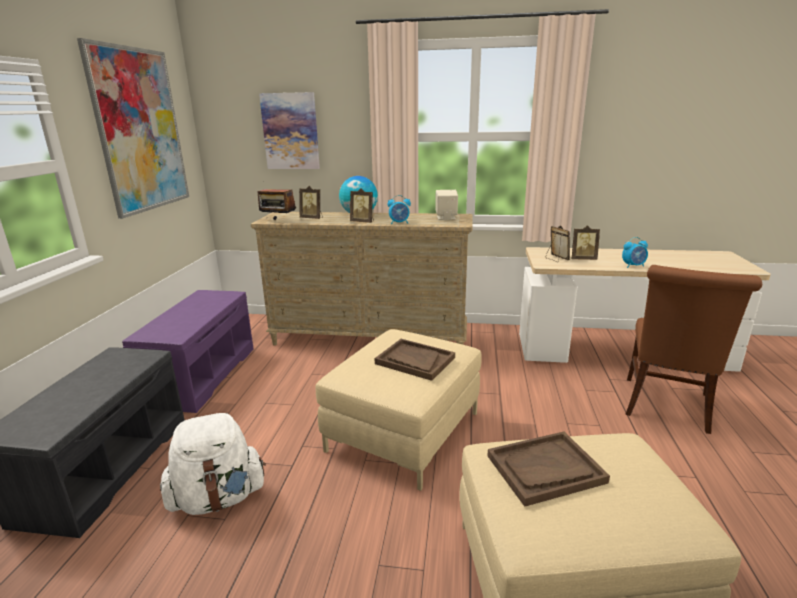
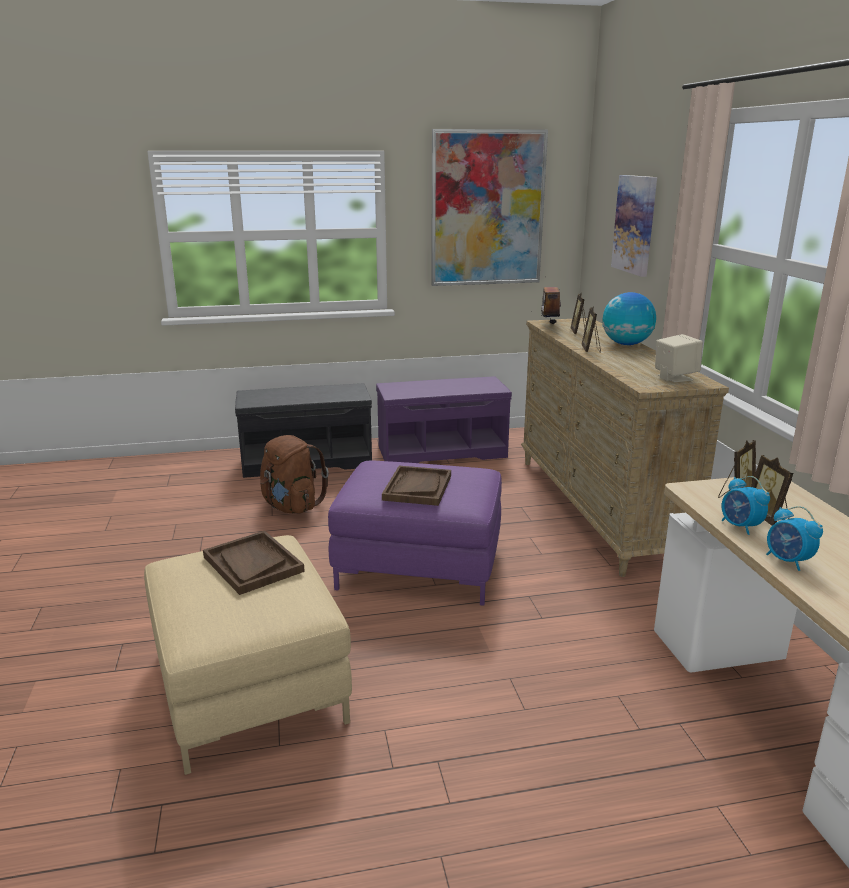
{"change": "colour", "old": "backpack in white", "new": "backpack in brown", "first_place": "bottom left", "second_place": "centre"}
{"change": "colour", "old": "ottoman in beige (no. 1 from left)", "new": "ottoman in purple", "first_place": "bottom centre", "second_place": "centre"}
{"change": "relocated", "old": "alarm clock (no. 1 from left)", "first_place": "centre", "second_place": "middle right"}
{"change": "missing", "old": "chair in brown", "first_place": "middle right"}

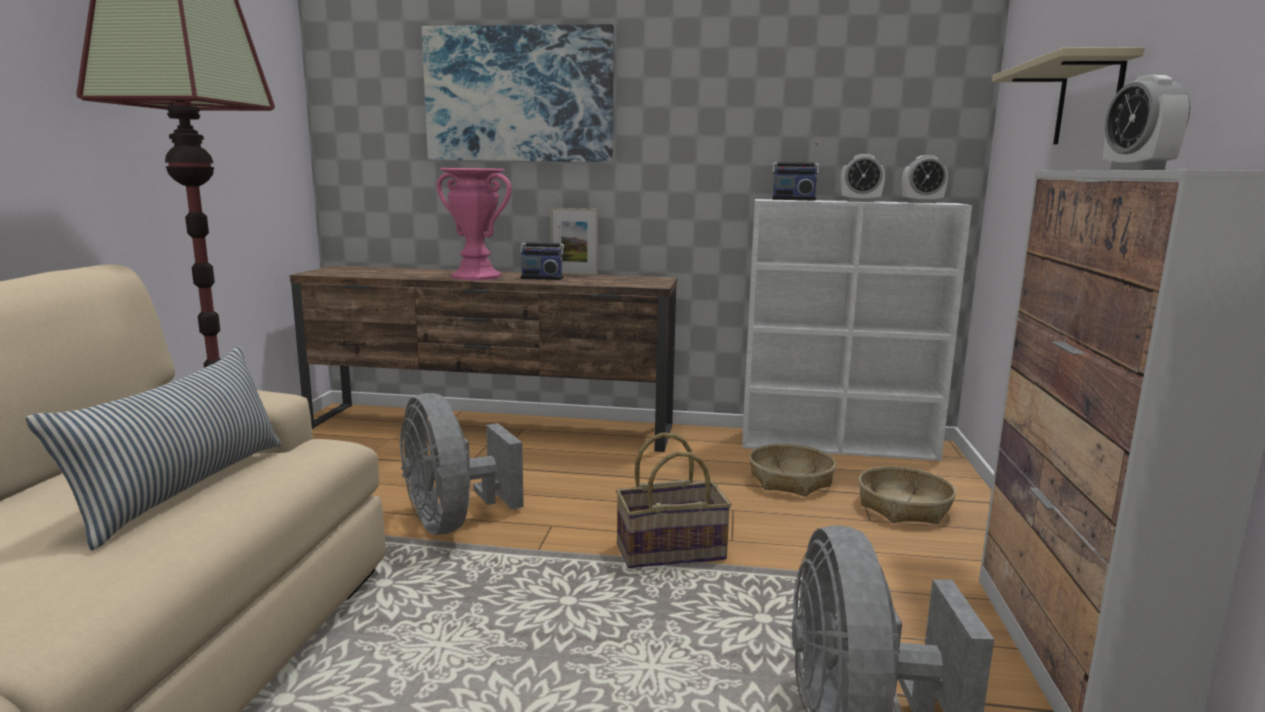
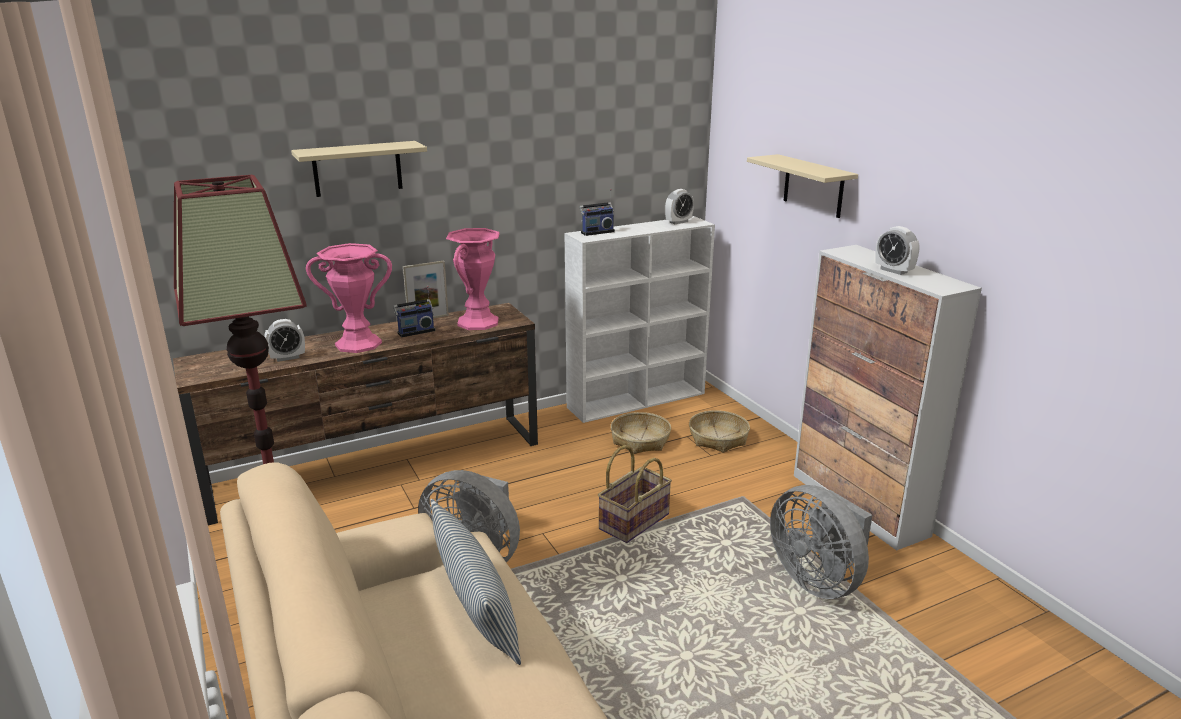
{"change": "exchanged", "old": "picture", "new": "shelf in beige (no. 1 from left)", "first_place": "top centre", "second_place": "top left"}
{"change": "relocated", "old": "alarm clock (no. 1 from left)", "first_place": "top right", "second_place": "middle left"}
{"change": "appeared", "new": "vase in pink (no. 2 from left)", "second_place": "centre"}

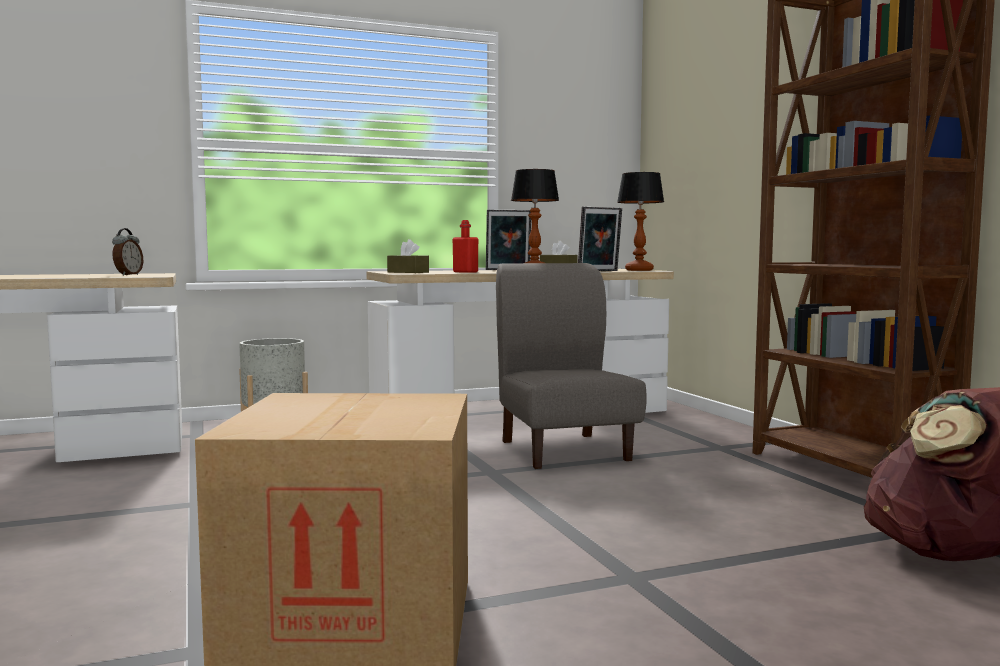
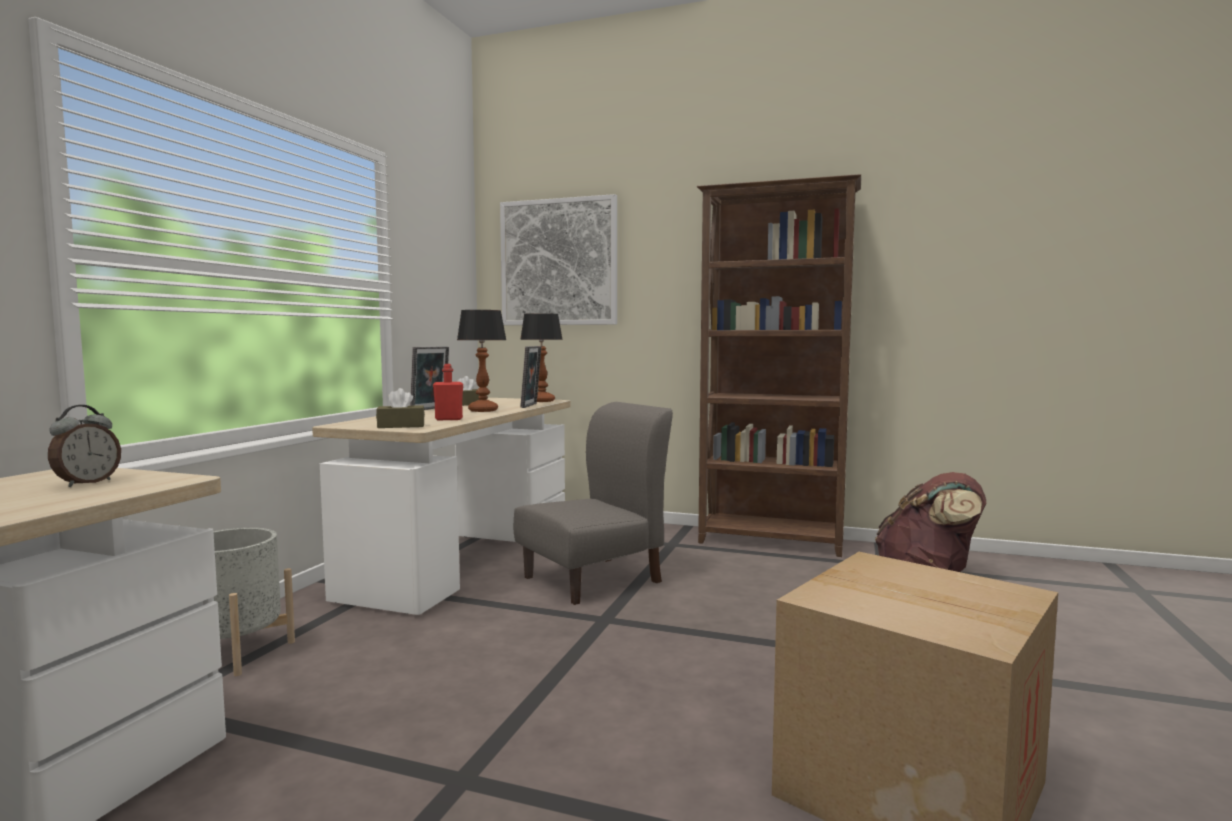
{"change": "spun", "old": "alarm clock", "first_place": "middle left", "second_place": "middle left", "degrees": 60}
{"change": "spun", "old": "chair in grey", "first_place": "centre", "second_place": "centre", "degrees": 120}
{"change": "appeared", "new": "picture", "second_place": "top centre"}

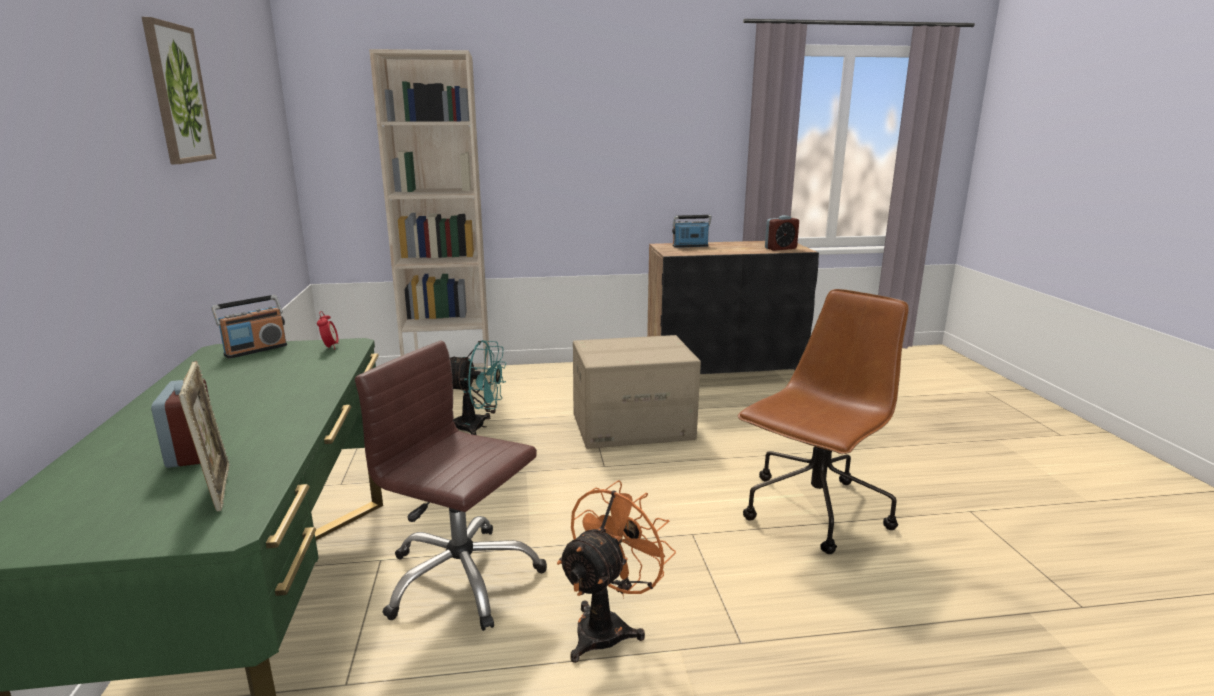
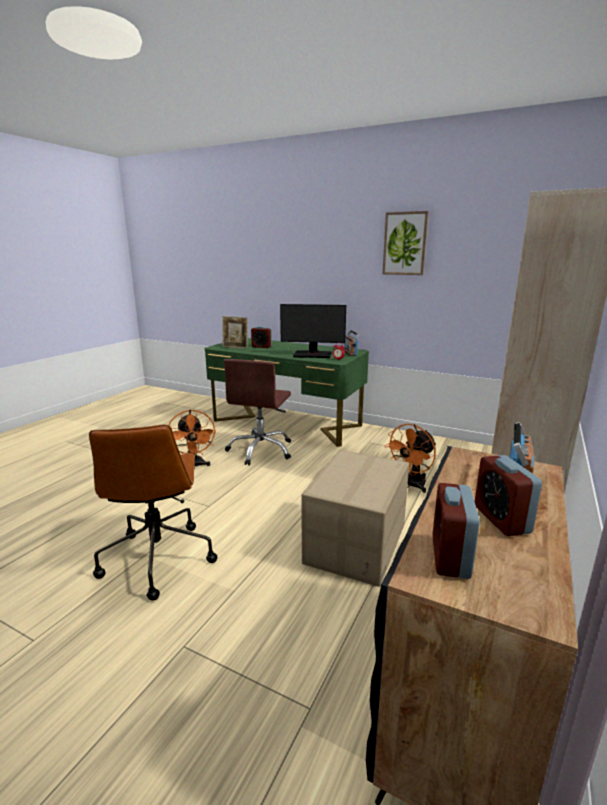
{"change": "spun", "old": "office chair in brown (no. 1 from left in the first image)", "first_place": "bottom centre", "second_place": "centre", "degrees": 135}
{"change": "colour", "old": "fan in turquoise", "new": "fan in orange (no. 2 from left)", "first_place": "centre", "second_place": "middle right"}
{"change": "appeared", "new": "monitor", "second_place": "centre"}
{"change": "appeared", "new": "alarm clock (no. 4 from left)", "second_place": "middle right"}

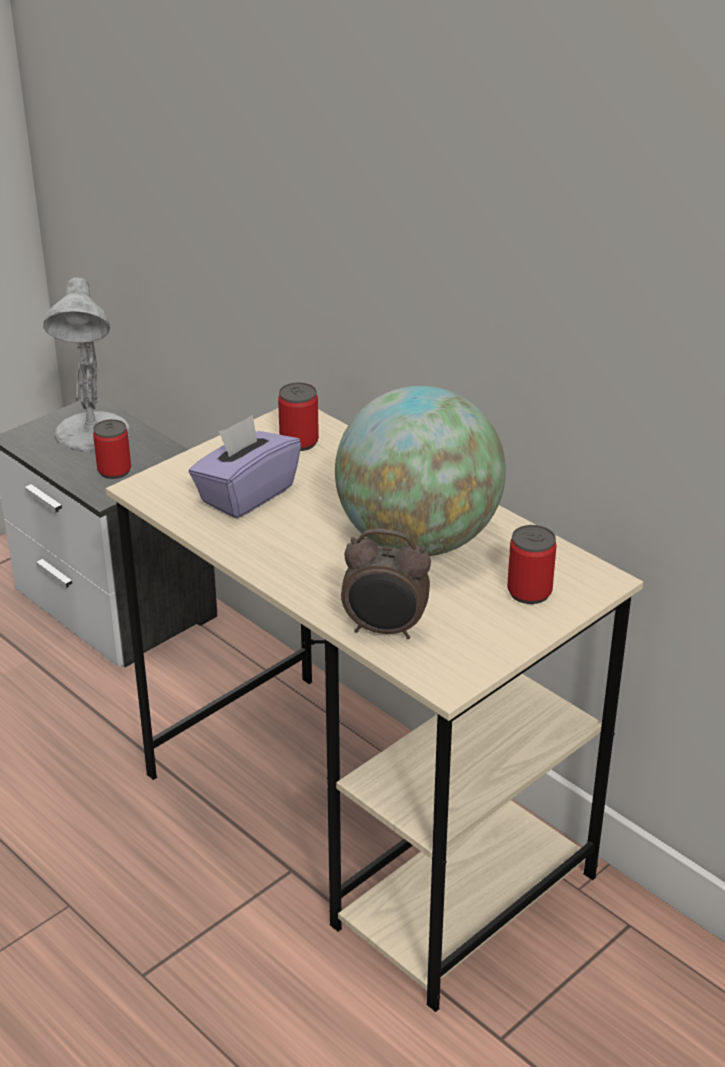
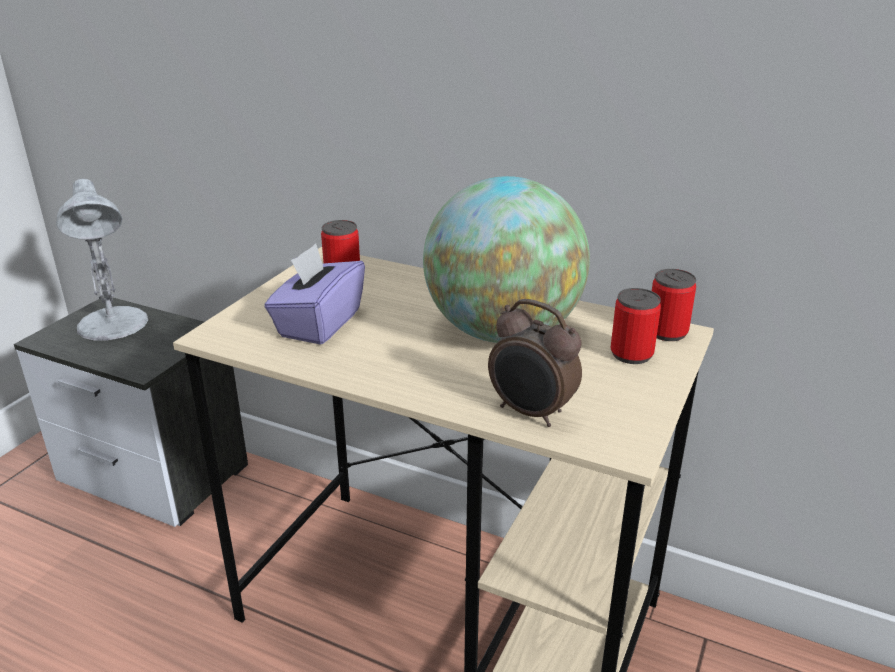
{"change": "relocated", "old": "can (no. 1 from left in the first image)", "new": "can (no. 3 from left)", "first_place": "middle left", "second_place": "middle right"}
{"change": "spun", "old": "alarm clock", "first_place": "centre", "second_place": "centre", "degrees": 45}

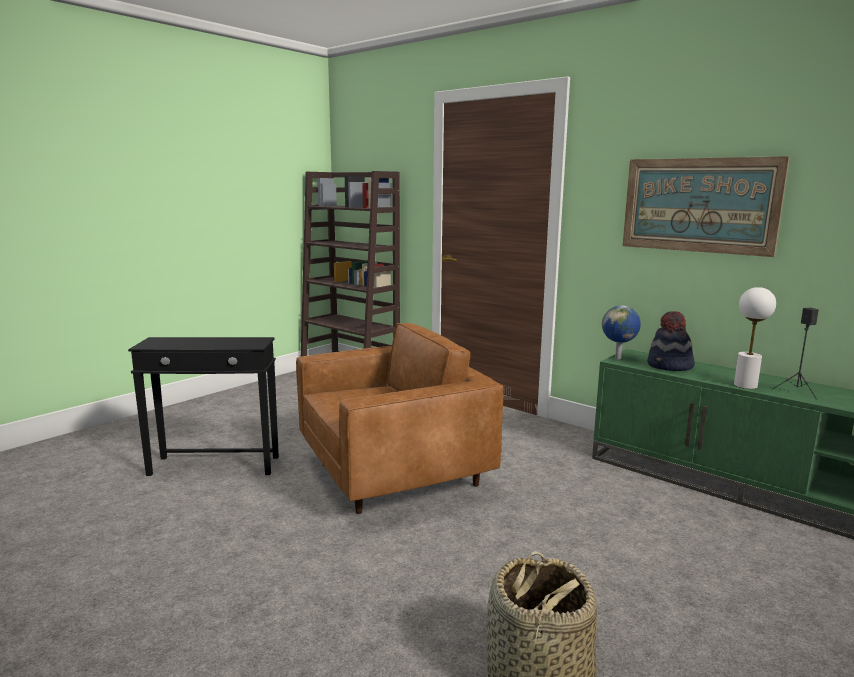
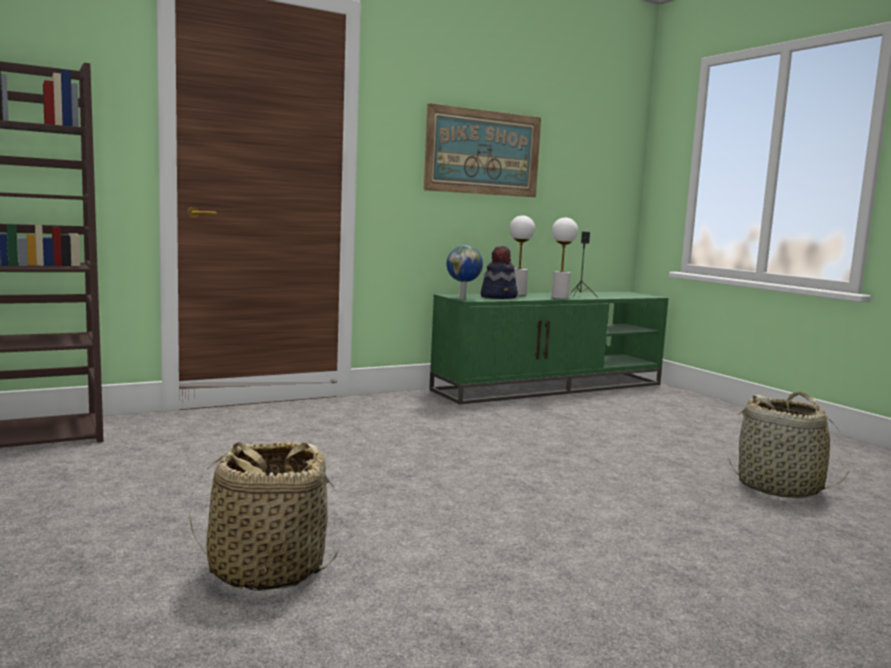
{"change": "exchanged", "old": "side table in black", "new": "basket (no. 1 from left)", "first_place": "middle left", "second_place": "bottom left"}
{"change": "missing", "old": "armchair in brown", "first_place": "centre"}
{"change": "appeared", "new": "table lamp in white (no. 1 from left)", "second_place": "centre"}

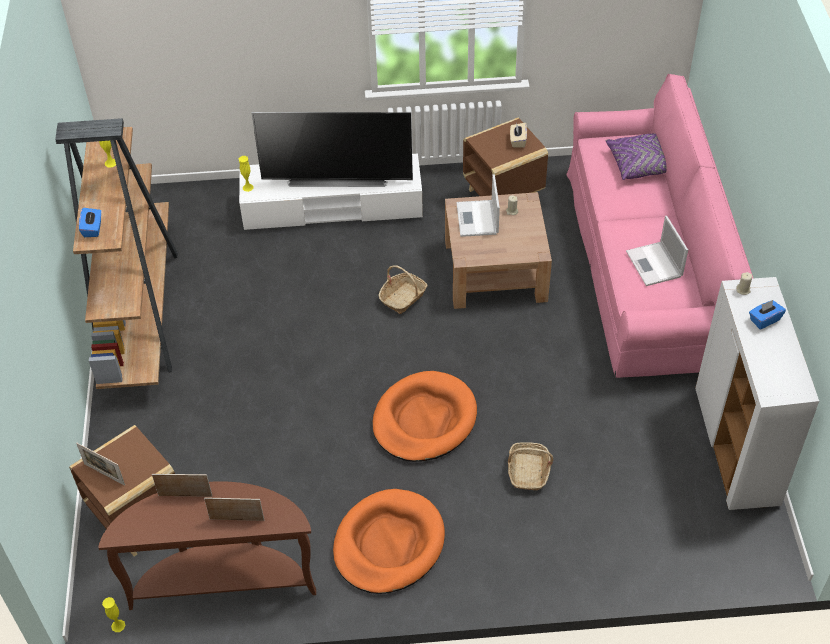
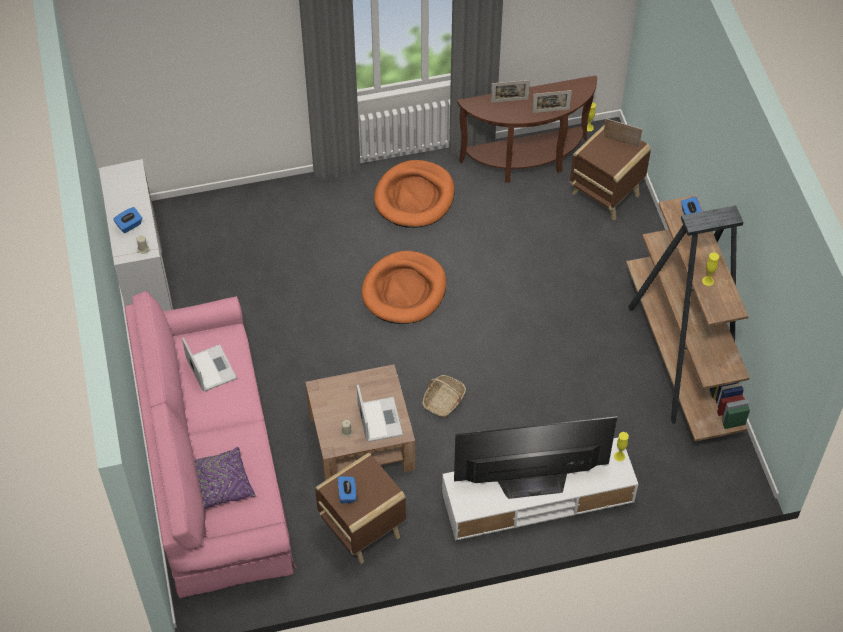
{"change": "missing", "old": "basket (no. 2 from left)", "first_place": "bottom centre"}
{"change": "colour", "old": "tissue box in beige", "new": "tissue box in blue (no. 2 from left)", "first_place": "top centre", "second_place": "bottom centre"}

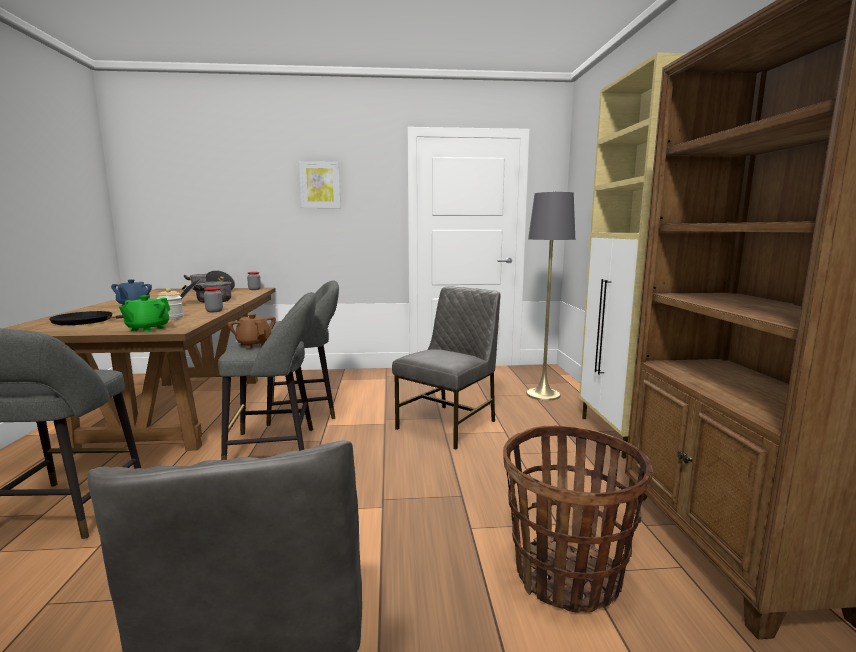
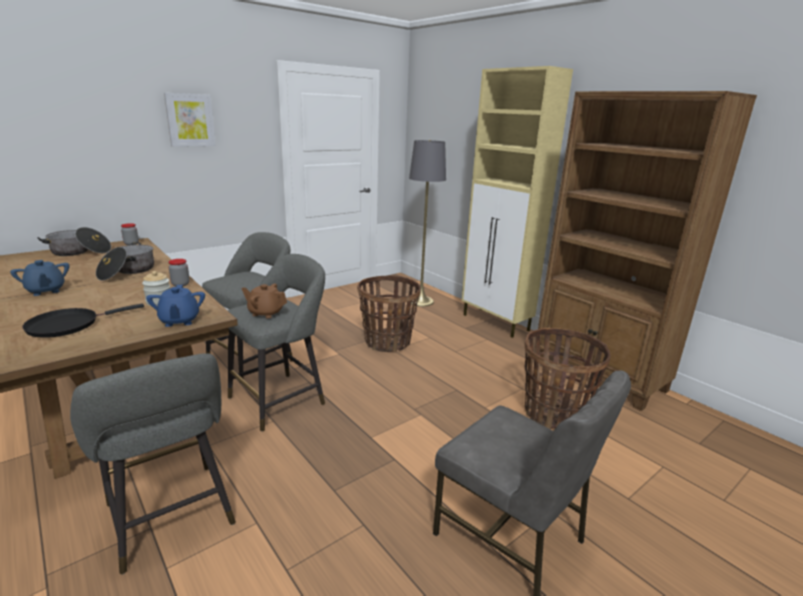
{"change": "colour", "old": "teapot in green", "new": "teapot in blue (no. 2 from left)", "first_place": "middle left", "second_place": "middle left"}
{"change": "exchanged", "old": "chair in grey (no. 2 from left)", "new": "basket (no. 1 from left)", "first_place": "centre", "second_place": "centre"}

